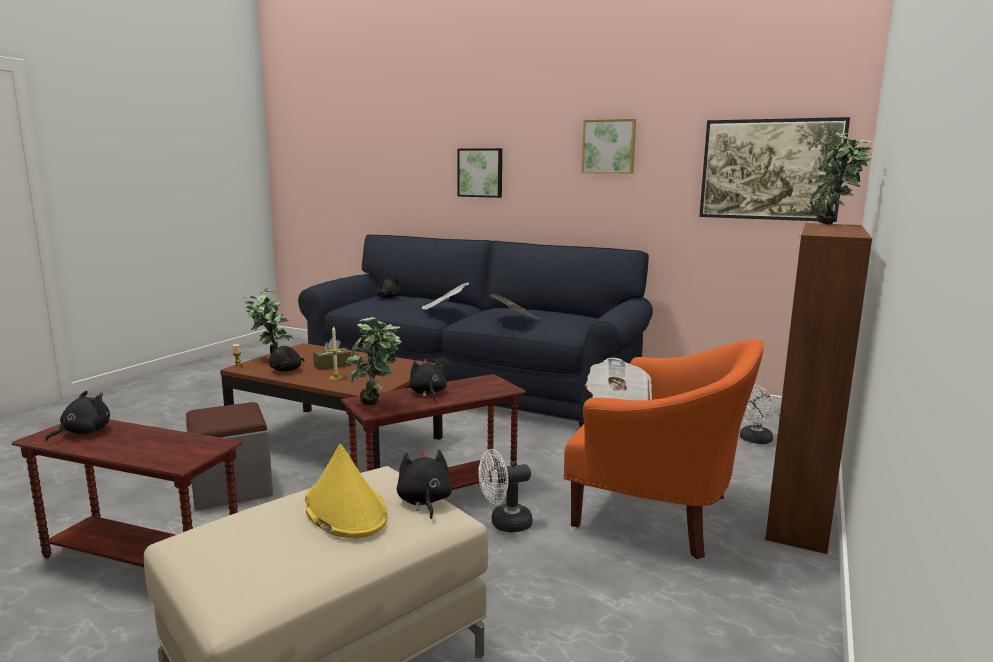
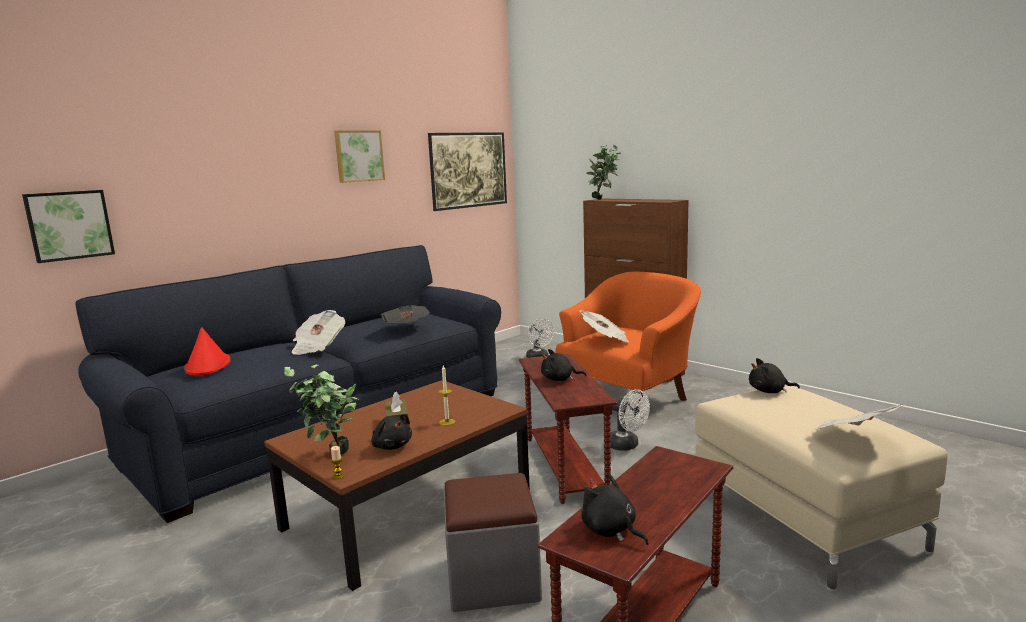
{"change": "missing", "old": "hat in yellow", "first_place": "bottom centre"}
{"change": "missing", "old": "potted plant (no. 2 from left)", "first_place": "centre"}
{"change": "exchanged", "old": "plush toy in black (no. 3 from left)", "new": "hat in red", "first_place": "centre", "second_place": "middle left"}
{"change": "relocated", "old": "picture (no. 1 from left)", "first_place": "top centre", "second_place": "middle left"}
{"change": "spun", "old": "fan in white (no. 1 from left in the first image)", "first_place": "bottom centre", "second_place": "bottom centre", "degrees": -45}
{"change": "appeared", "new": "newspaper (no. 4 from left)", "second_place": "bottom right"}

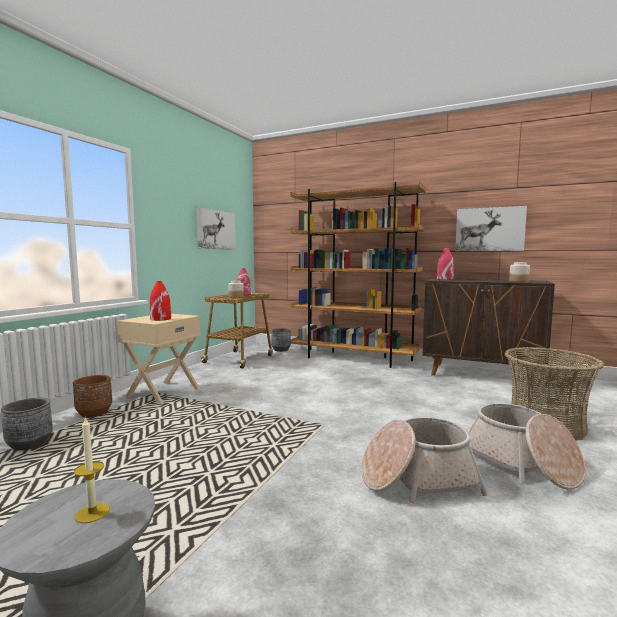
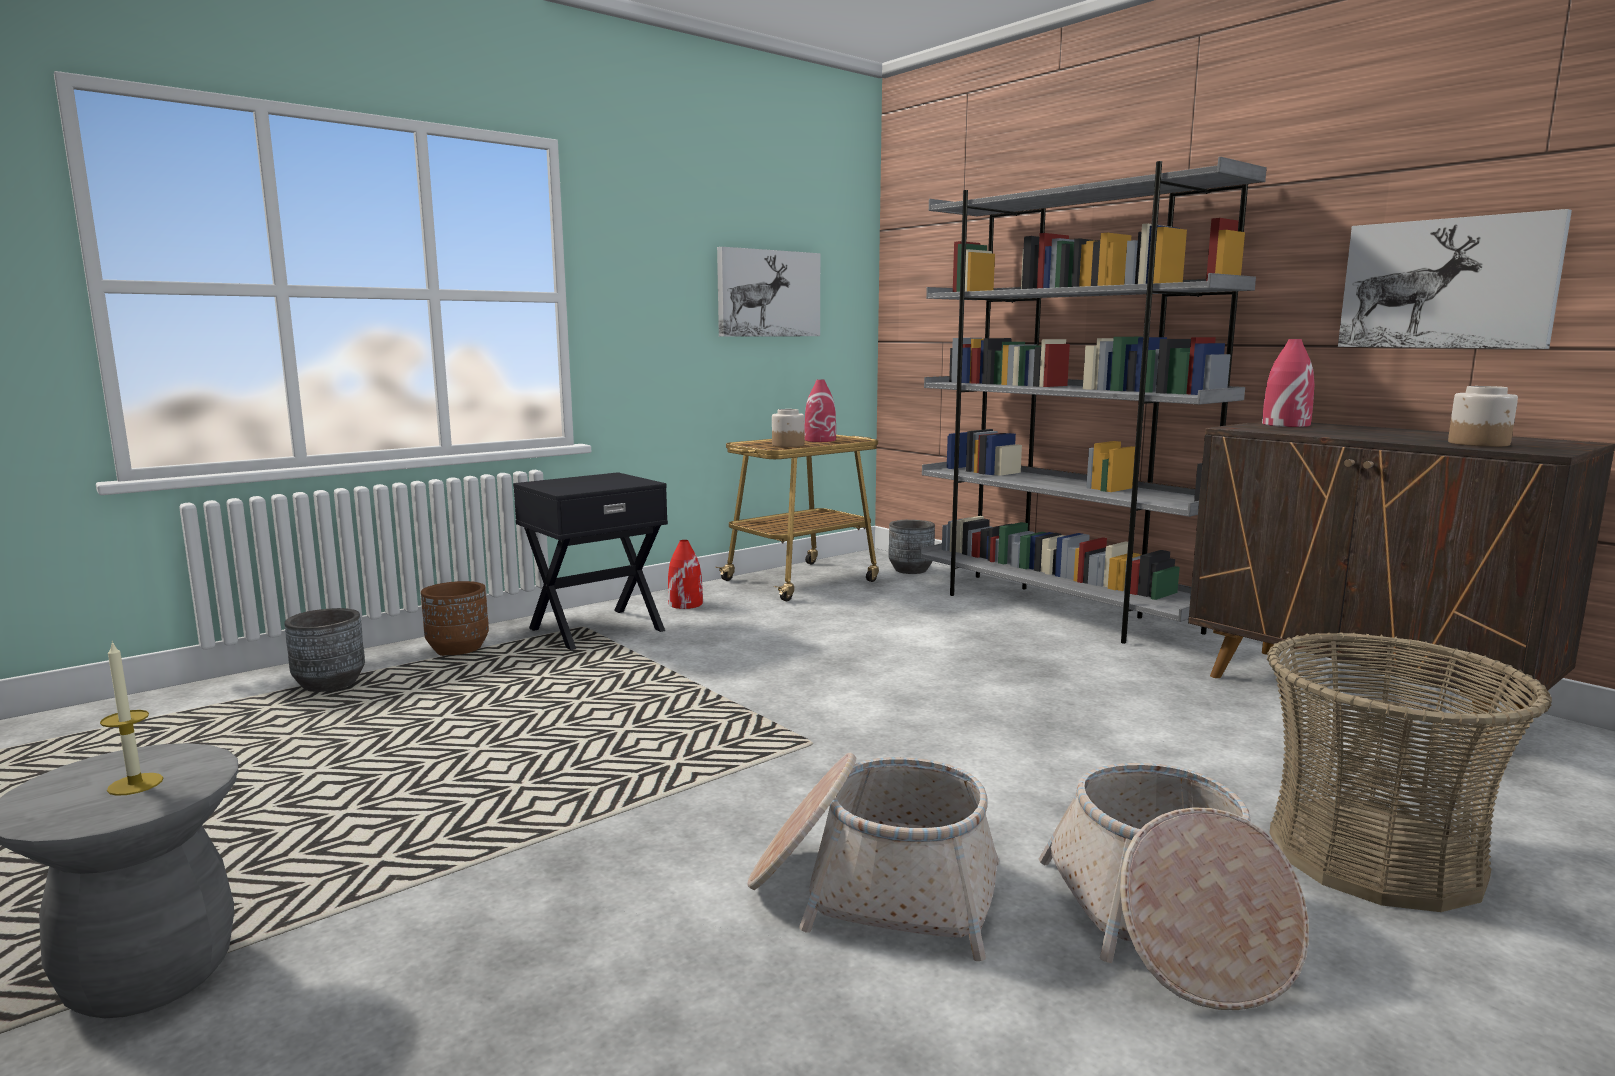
{"change": "colour", "old": "nightstand in beige", "new": "nightstand in black", "first_place": "middle left", "second_place": "centre"}
{"change": "relocated", "old": "vase in red (no. 1 from left)", "first_place": "middle left", "second_place": "centre"}
{"change": "colour", "old": "bookcase in brown", "new": "bookcase in grey", "first_place": "centre", "second_place": "middle right"}

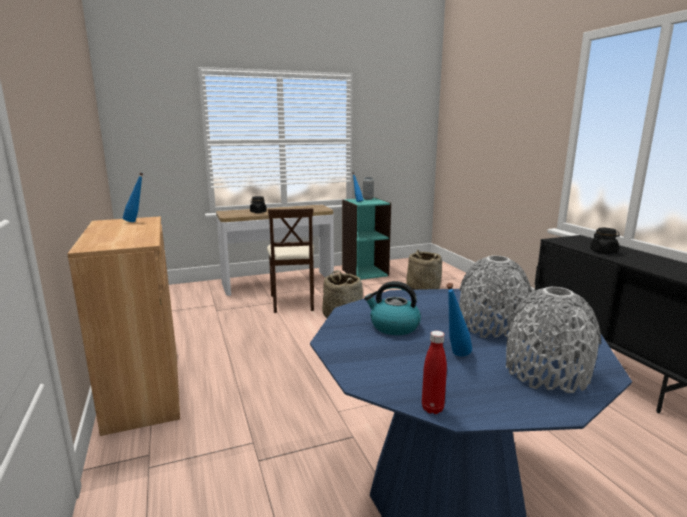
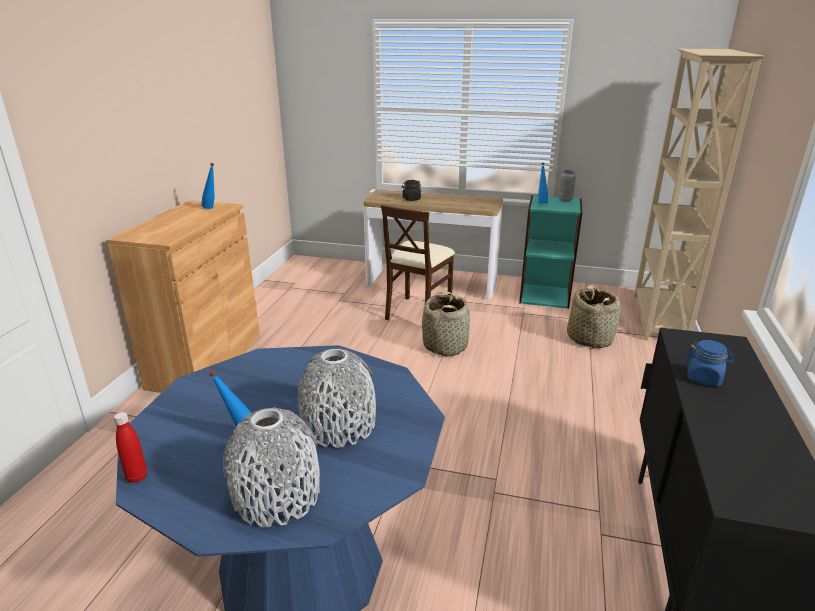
{"change": "missing", "old": "kettle", "first_place": "centre"}
{"change": "colour", "old": "jar in black (no. 2 from left)", "new": "jar in blue", "first_place": "middle right", "second_place": "middle right"}
{"change": "appeared", "new": "bookcase in beige", "second_place": "top right"}

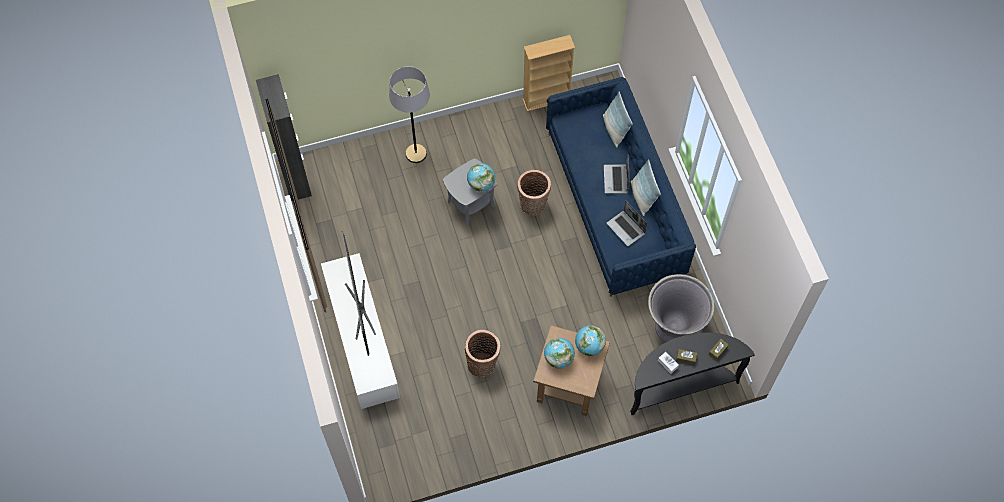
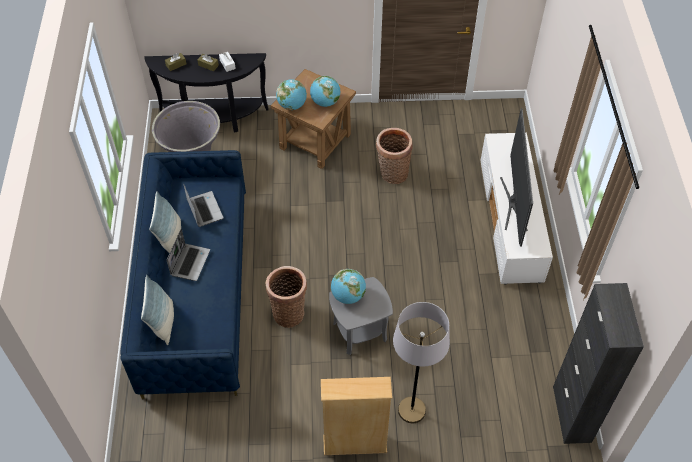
{"change": "relocated", "old": "bookcase in beige", "first_place": "top centre", "second_place": "bottom centre"}

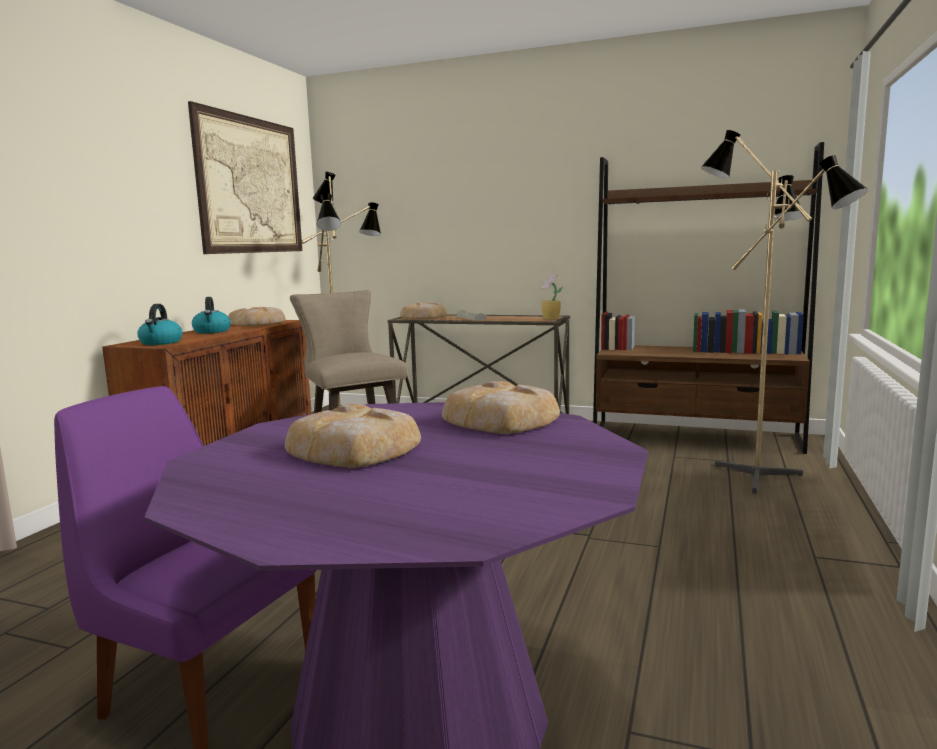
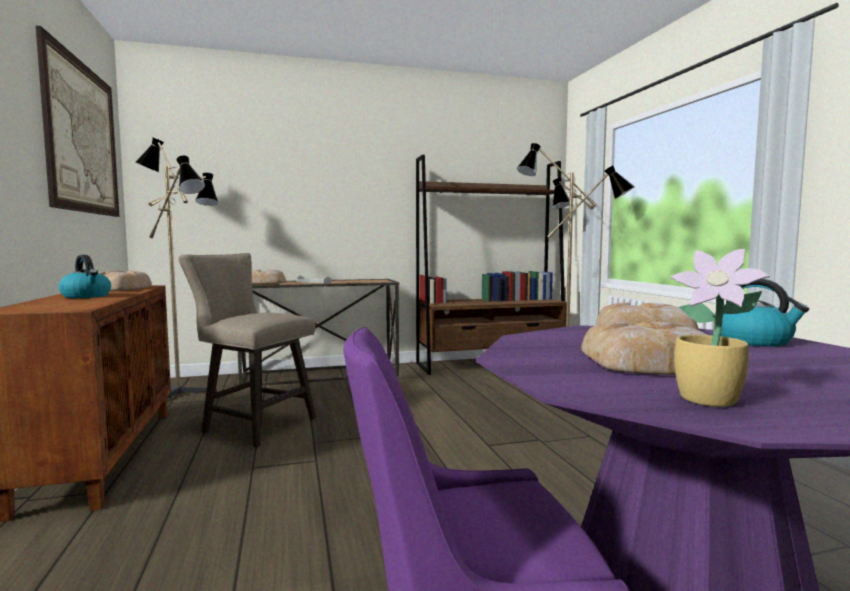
{"change": "relocated", "old": "kettle (no. 1 from left in the first image)", "new": "kettle (no. 2 from left)", "first_place": "middle left", "second_place": "middle right"}
{"change": "relocated", "old": "potted plant", "first_place": "centre", "second_place": "middle right"}

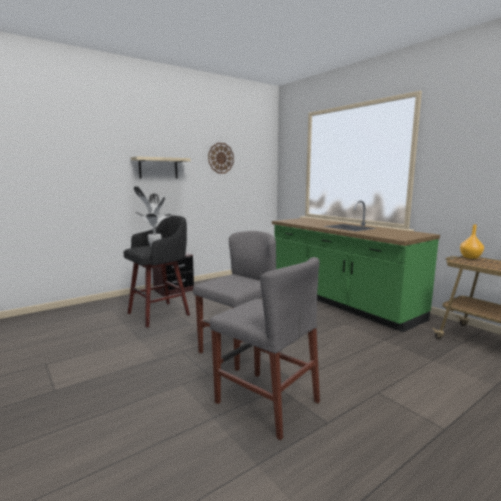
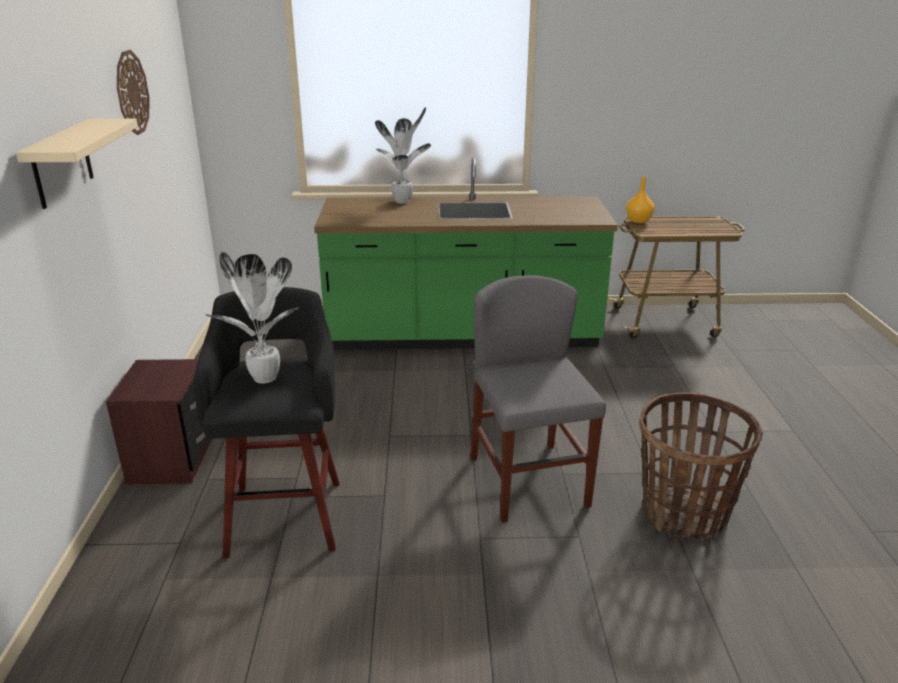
{"change": "exchanged", "old": "chair in grey (no. 2 from left)", "new": "basket", "first_place": "bottom centre", "second_place": "bottom right"}
{"change": "appeared", "new": "potted plant (no. 2 from left)", "second_place": "top centre"}

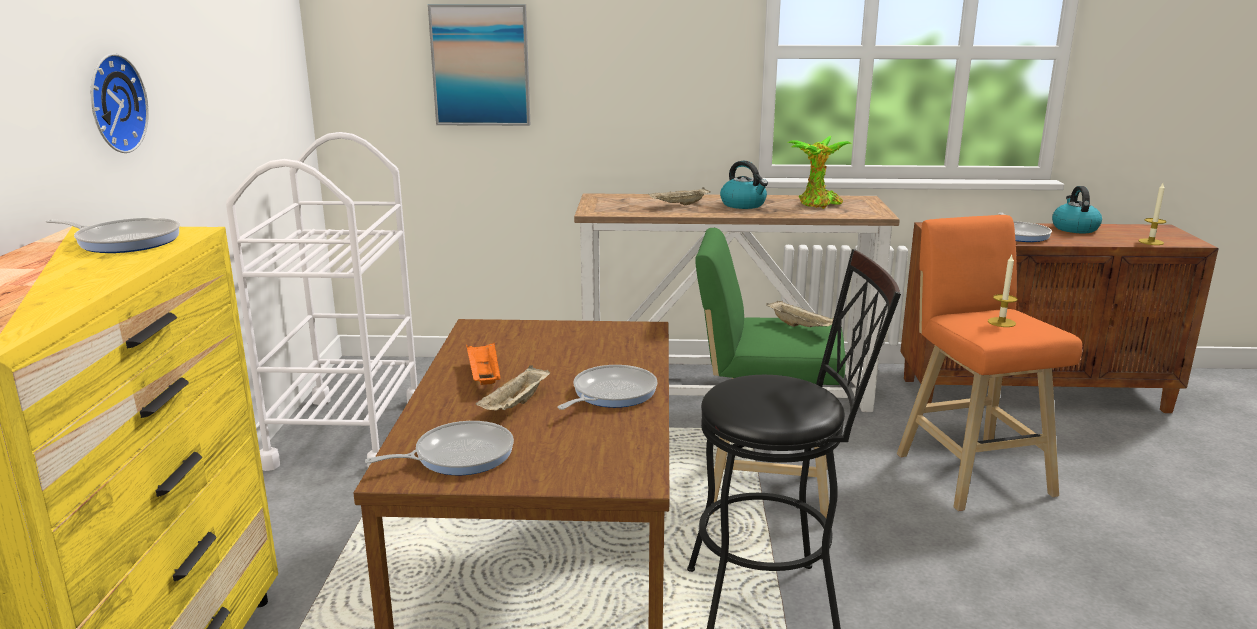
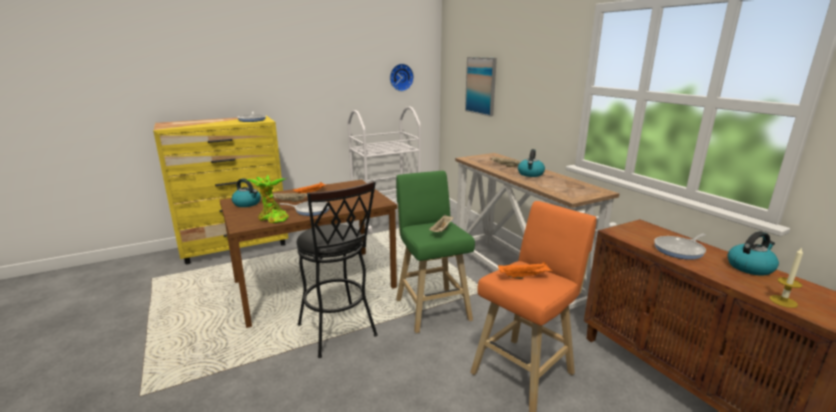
{"change": "relocated", "old": "wall clock", "first_place": "top left", "second_place": "top centre"}
{"change": "exchanged", "old": "frying pan (no. 2 from left)", "new": "kettle (no. 1 from left)", "first_place": "bottom centre", "second_place": "middle left"}
{"change": "relocated", "old": "potted plant", "first_place": "top centre", "second_place": "middle left"}
{"change": "exchanged", "old": "candle (no. 1 from left)", "new": "tray in orange (no. 2 from left)", "first_place": "middle right", "second_place": "centre"}

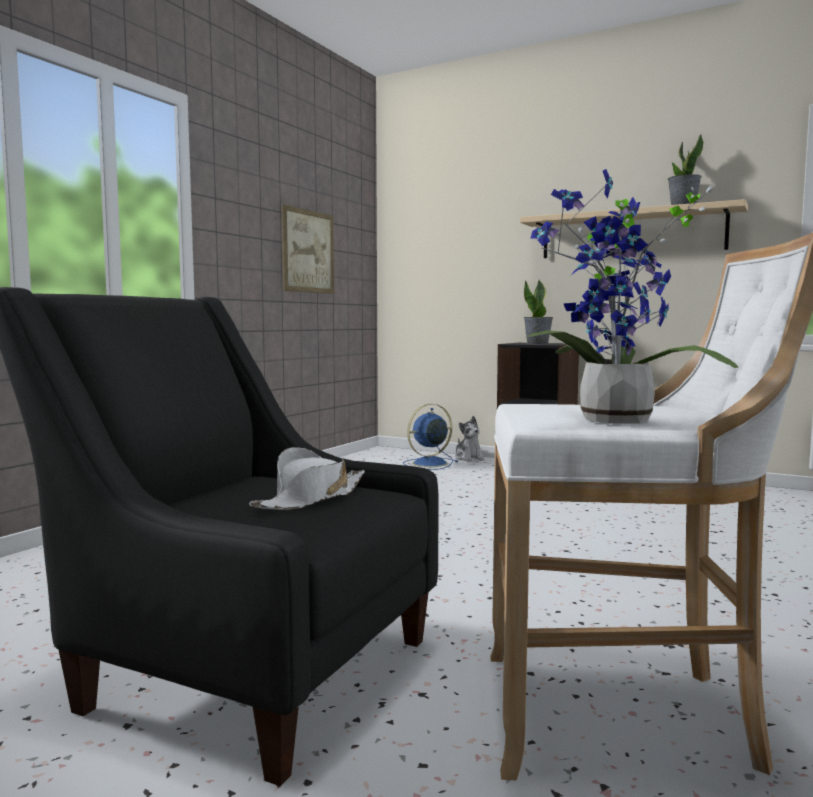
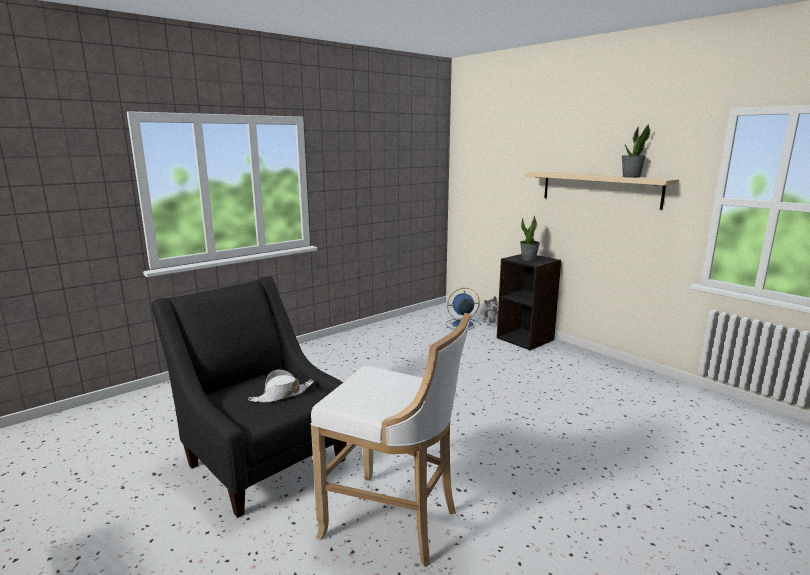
{"change": "missing", "old": "picture", "first_place": "top centre"}
{"change": "missing", "old": "potted plant (no. 2 from left)", "first_place": "middle right"}

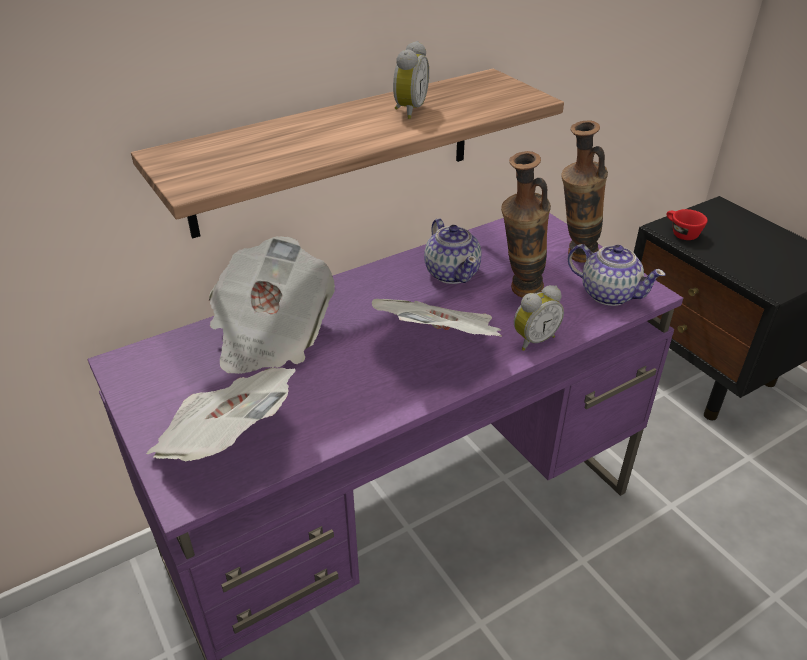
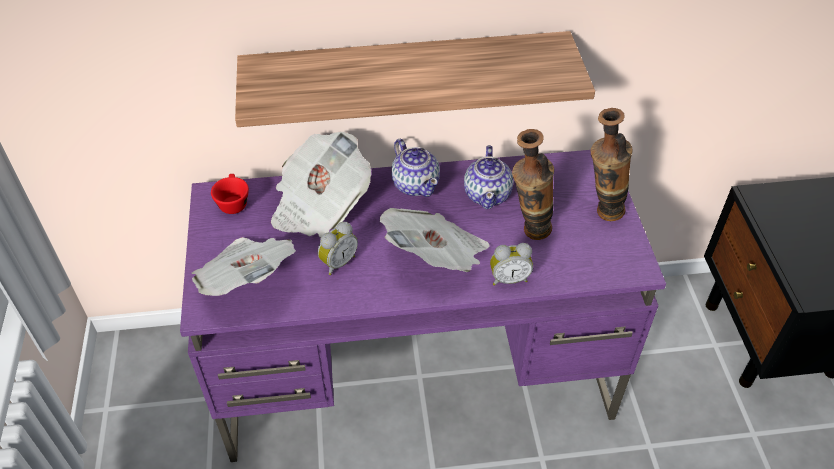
{"change": "relocated", "old": "alarm clock (no. 1 from left)", "first_place": "top centre", "second_place": "centre"}
{"change": "relocated", "old": "teapot (no. 2 from left in the first image)", "new": "teapot (no. 1 from left)", "first_place": "middle right", "second_place": "centre"}
{"change": "relocated", "old": "cup in red", "first_place": "middle right", "second_place": "middle left"}

